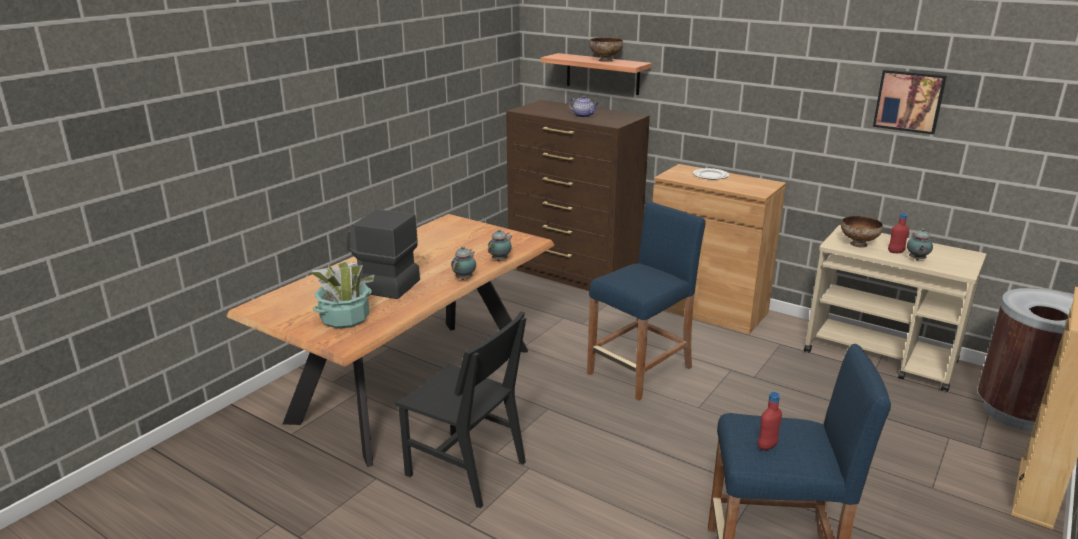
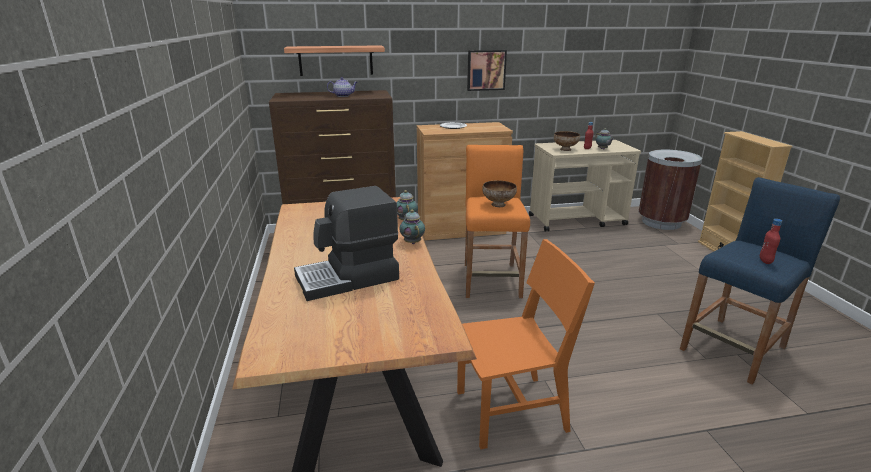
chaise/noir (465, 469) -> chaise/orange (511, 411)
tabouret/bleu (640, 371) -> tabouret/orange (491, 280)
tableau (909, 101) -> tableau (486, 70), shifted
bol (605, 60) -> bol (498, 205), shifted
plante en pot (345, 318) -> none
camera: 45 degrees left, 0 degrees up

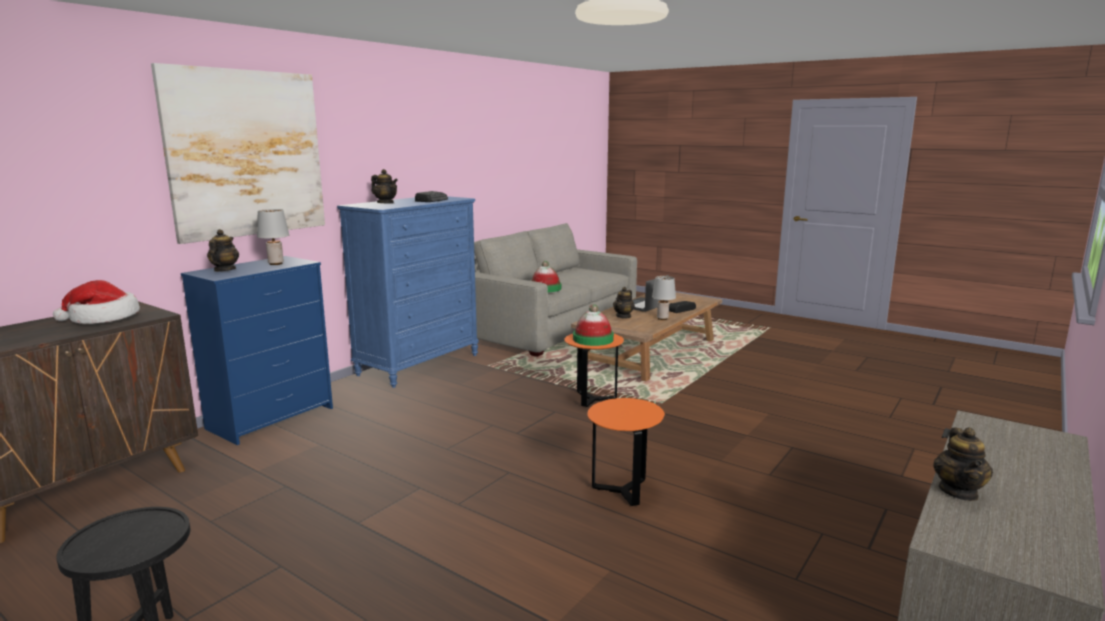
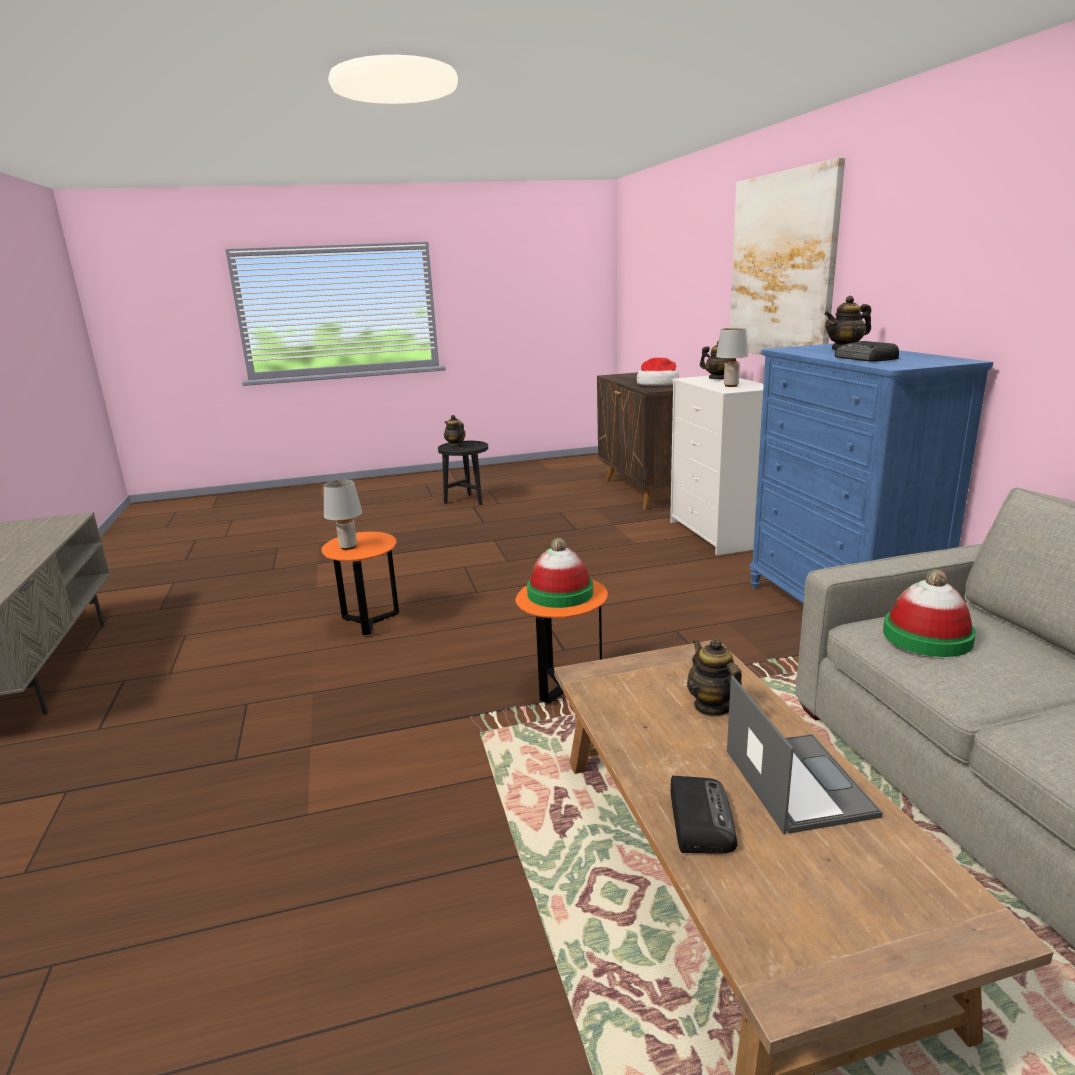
lampe de table/gris (662, 318) -> lampe de table/gris (348, 547), shifted
théière (958, 492) -> théière (455, 446), shifted
commode/bleu (272, 418) -> commode/blanc (718, 534)
camera: 130 degrees right, 5 degrees up

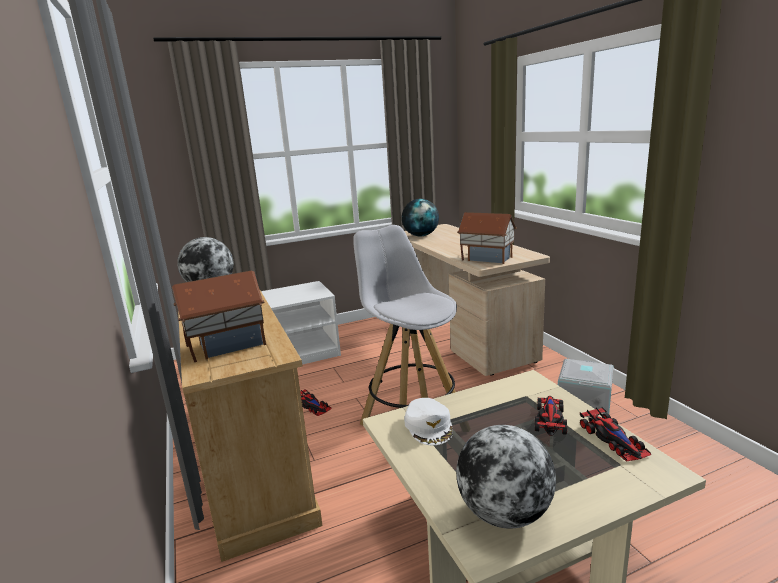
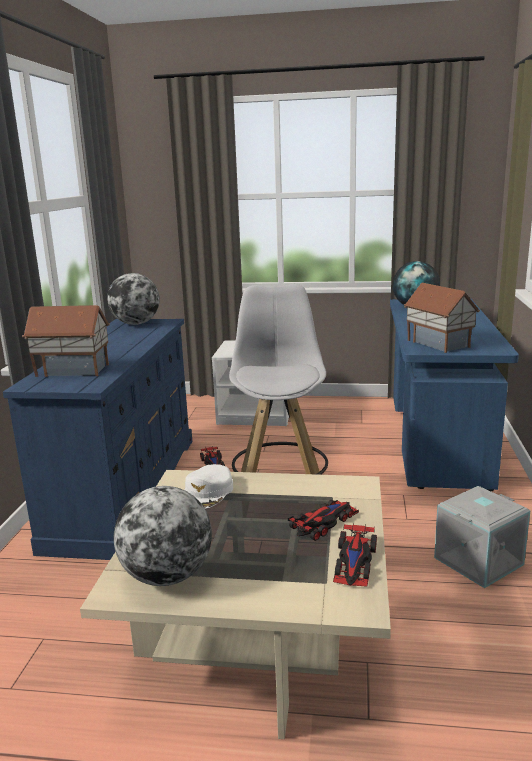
commode/beige (250, 455) -> commode/bleu (126, 488)
bureau/beige (461, 335) -> bureau/bleu (436, 438)
camera: 30 degrees right, 0 degrees up

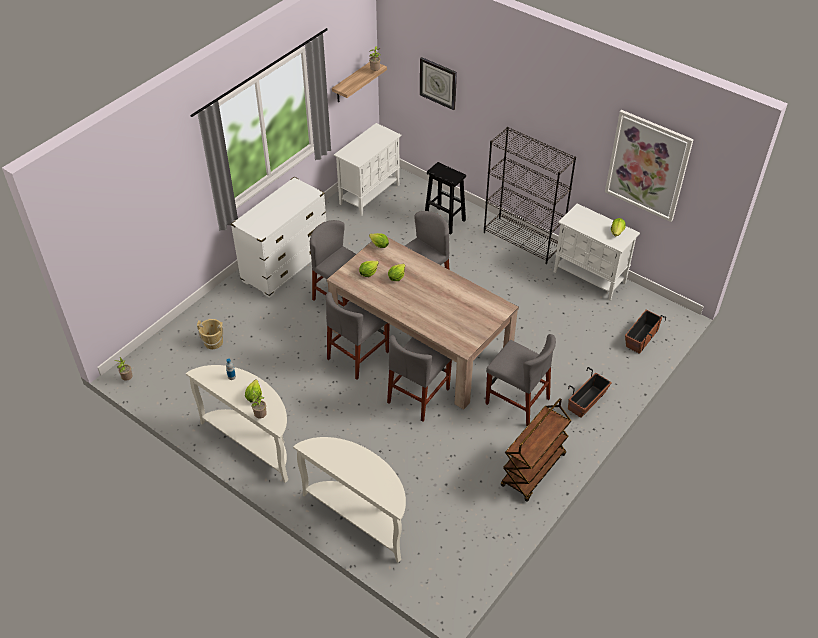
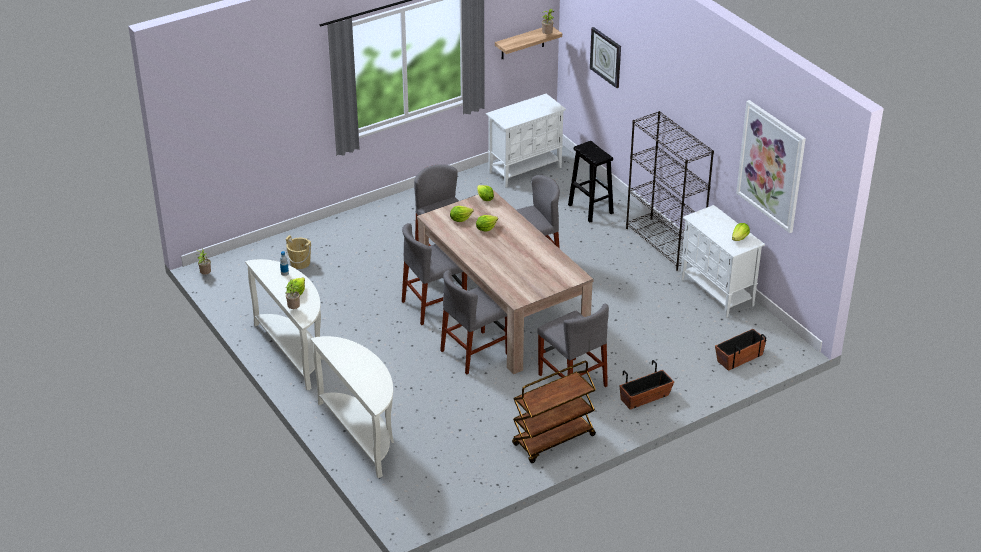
commode/blanc (285, 265) -> none
camera: 20 degrees right, 10 degrees down

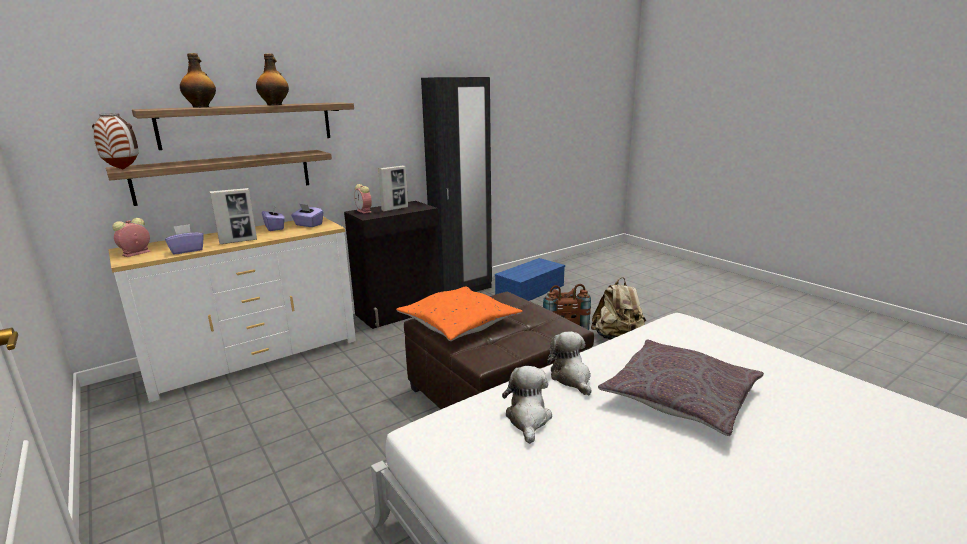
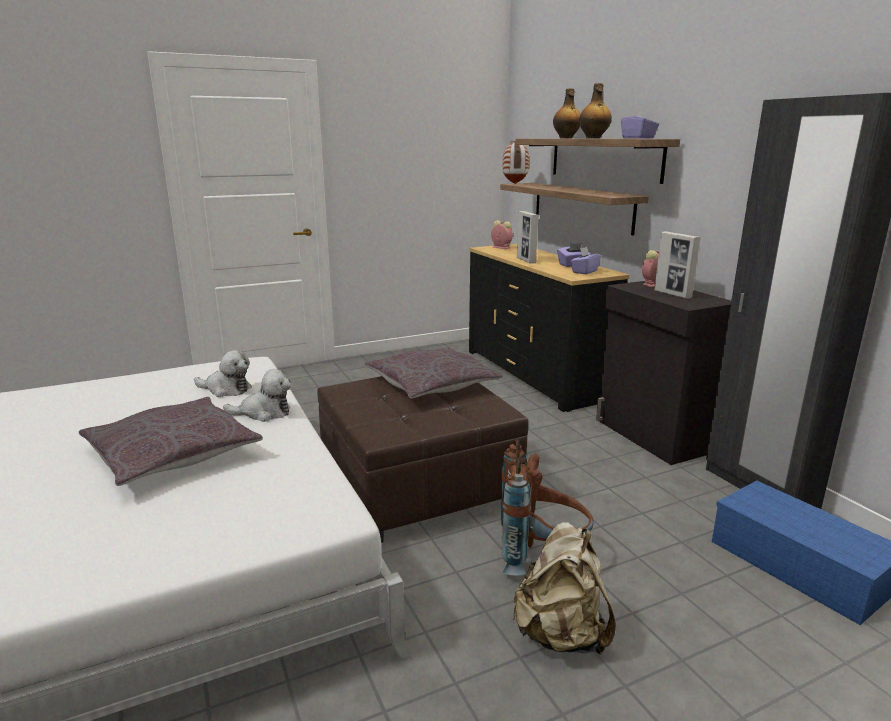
coussin/orange (459, 323) -> coussin/gris (431, 385)
commode/blanc (255, 357) -> commode/noir (535, 374)
boîte à mouchoirs/violet (187, 250) -> boîte à mouchoirs/violet (638, 138), shifted
camera: 100 degrees right, 0 degrees up

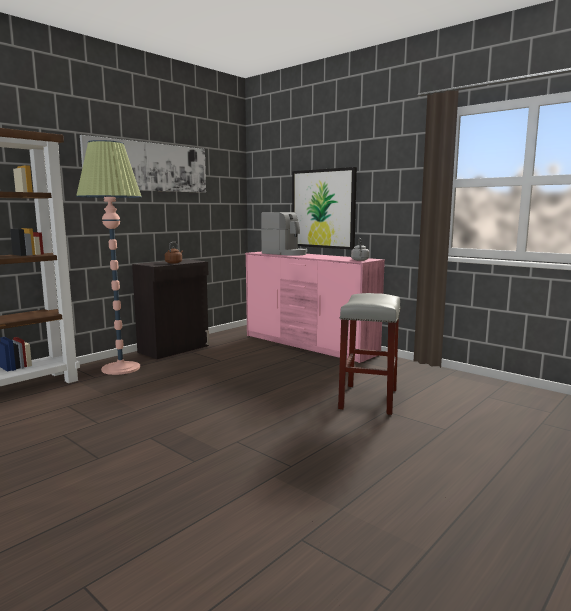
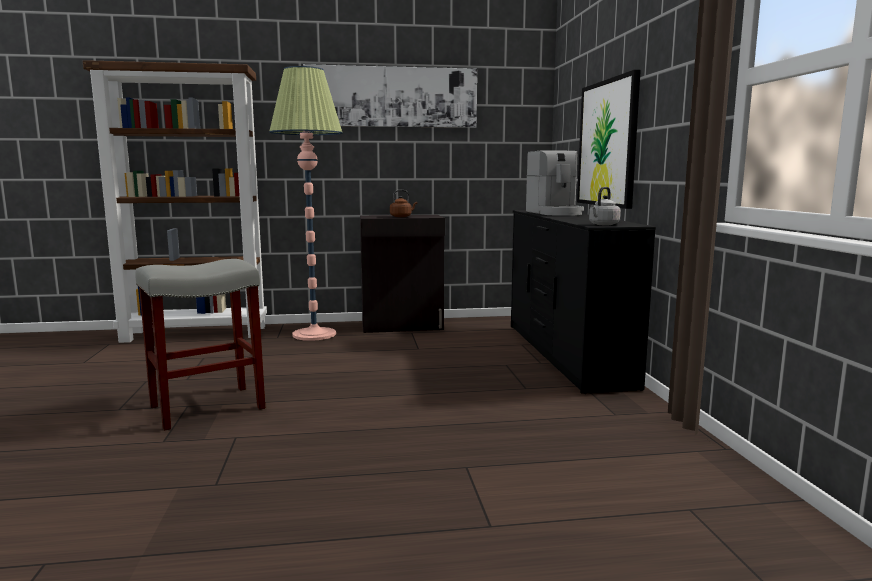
tabouret/gris (368, 398) -> tabouret/gris (208, 406), shifted
commode/rose (309, 345) -> commode/noir (565, 354)
camera: 40 degrees right, 0 degrees up

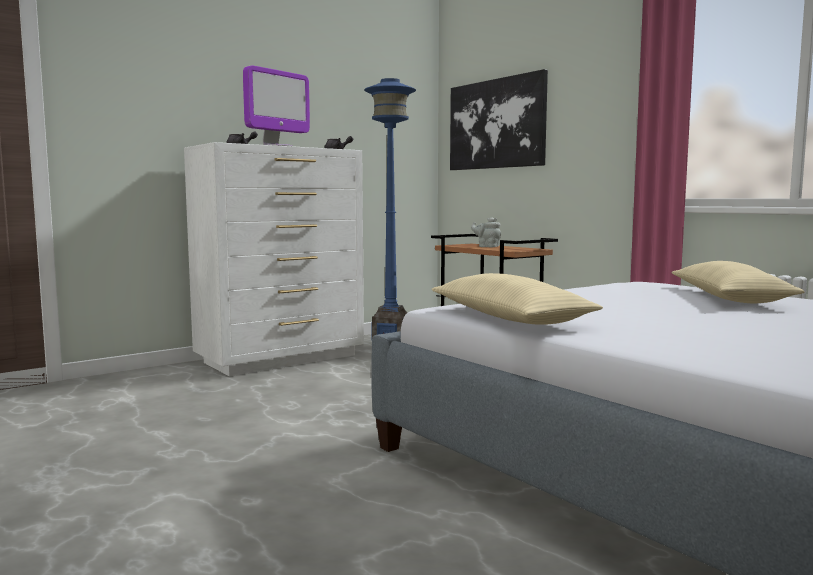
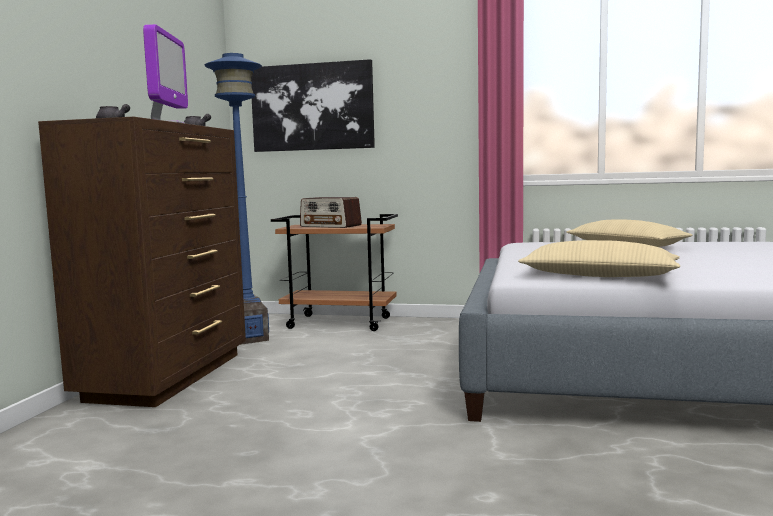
commode/blanc (282, 359) -> commode/marron (169, 376)
théière/gris (487, 246) -> radio (331, 226)
camera: 40 degrees left, 0 degrees up

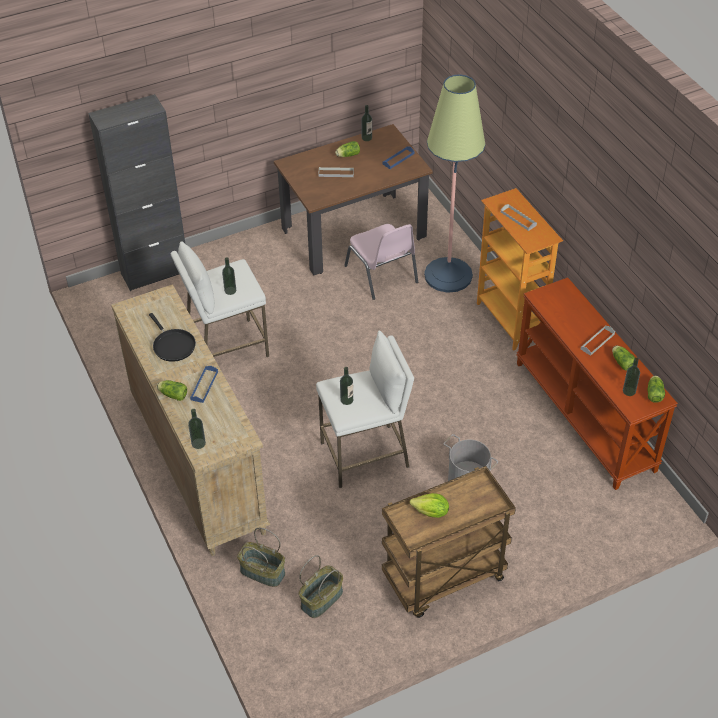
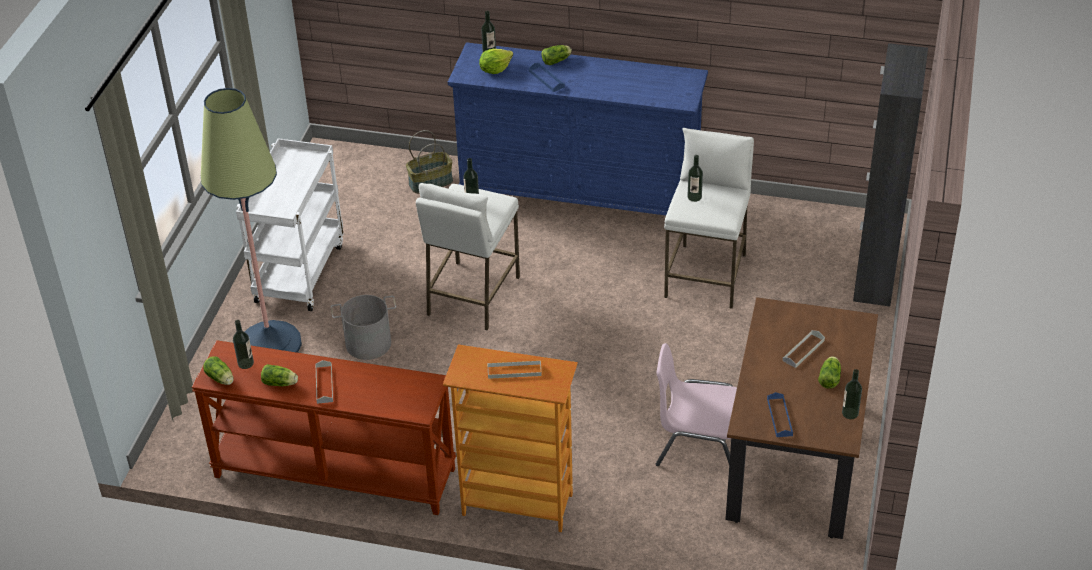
lampadaire (448, 275) -> lampadaire (270, 344), shifted
chariot/marron (443, 579) -> chariot/blanc (299, 271)
commode/beige (198, 464) -> commode/bleu (580, 197)
laitue (431, 513) -> laitue (495, 70), shifted
poêle/noir (172, 345) -> none
panier (321, 598) -> none
camera: 130 degrees right, 5 degrees down

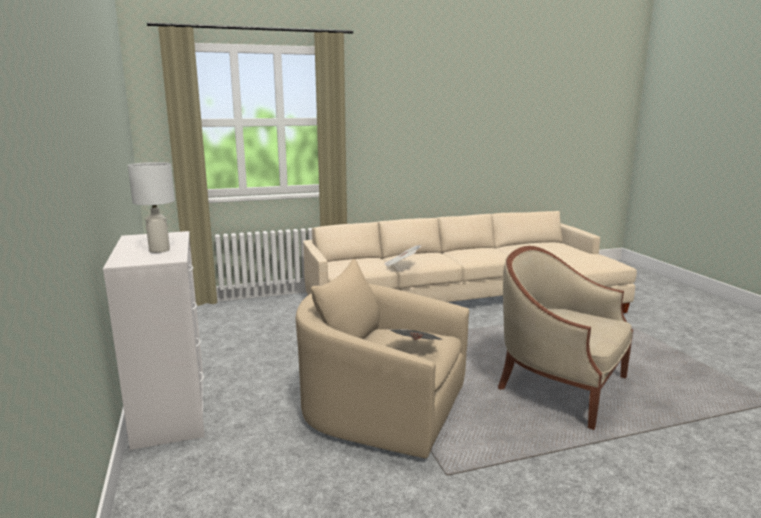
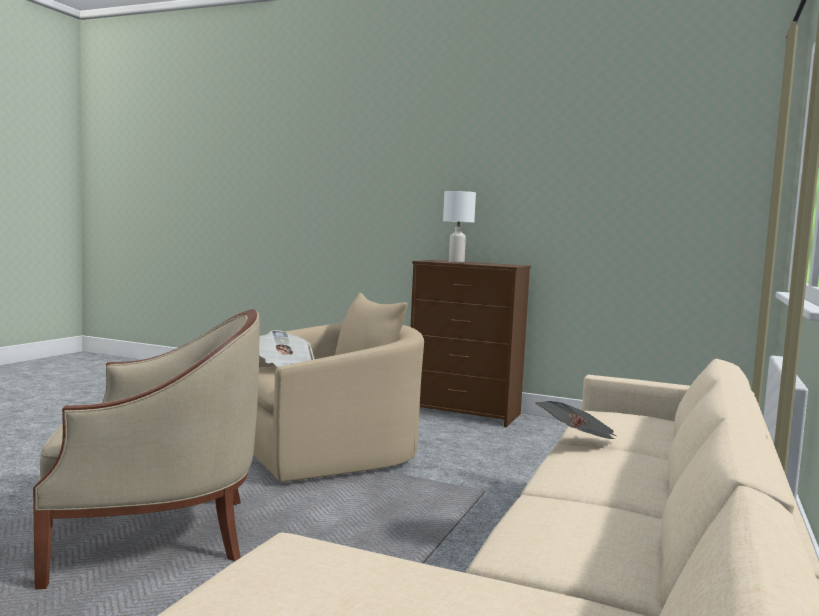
commode/blanc (170, 410) -> commode/marron (465, 413)
camera: 130 degrees right, 10 degrees down

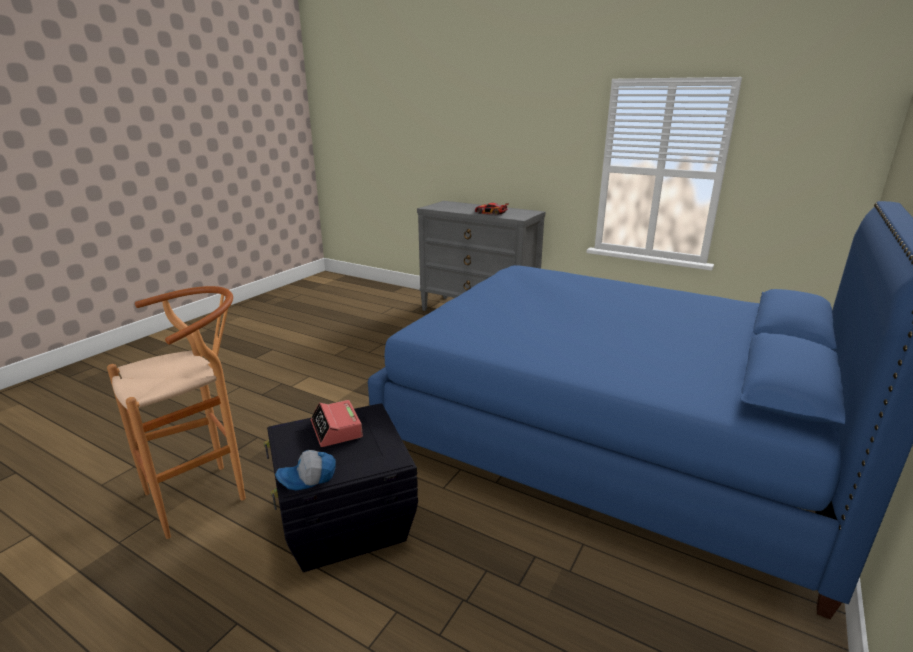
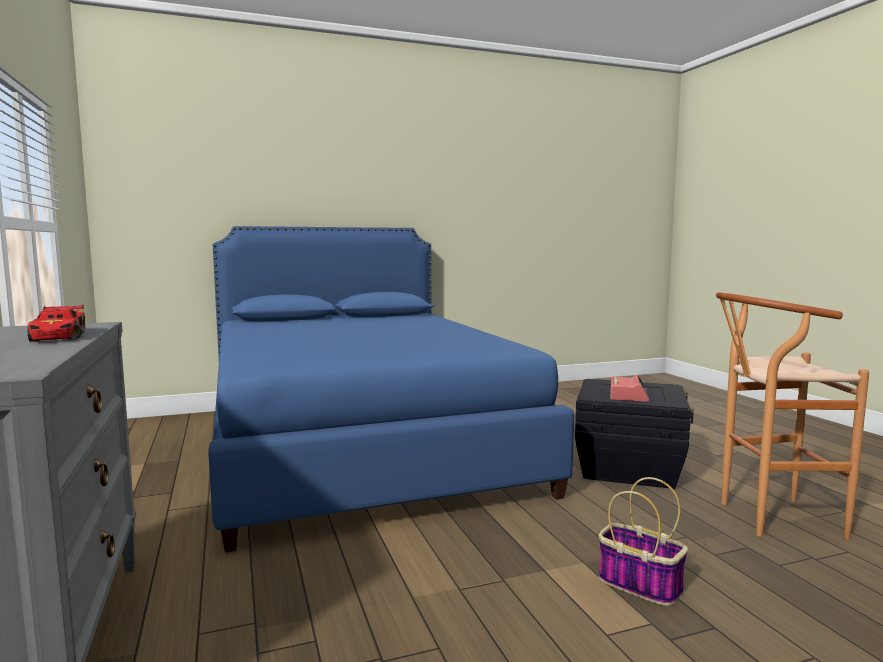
none -> panier (638, 584)
casquette (308, 478) -> none
camera: 140 degrees left, 15 degrees down

